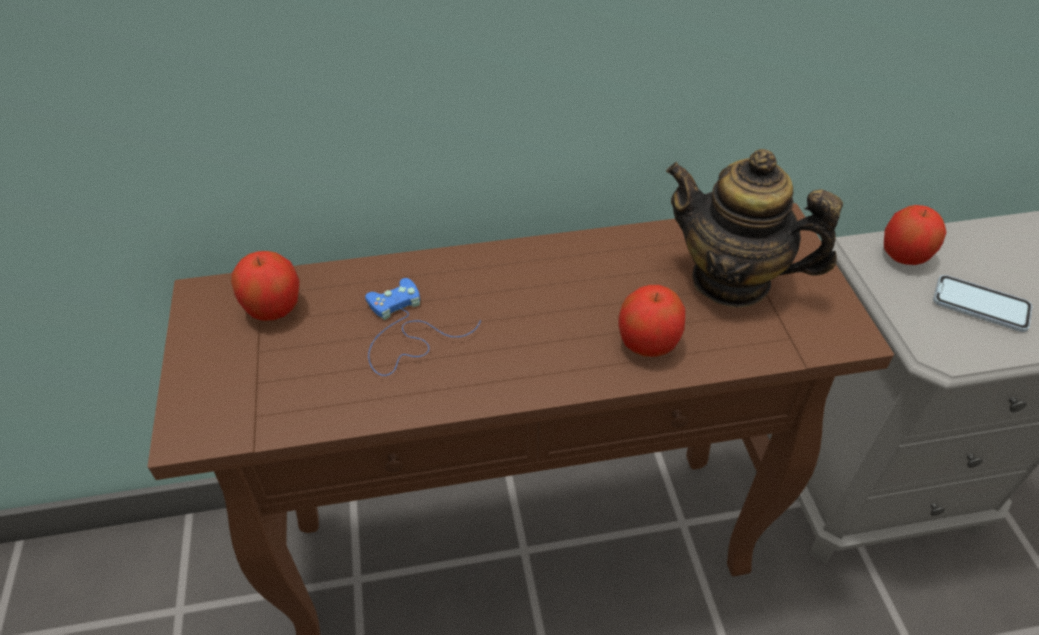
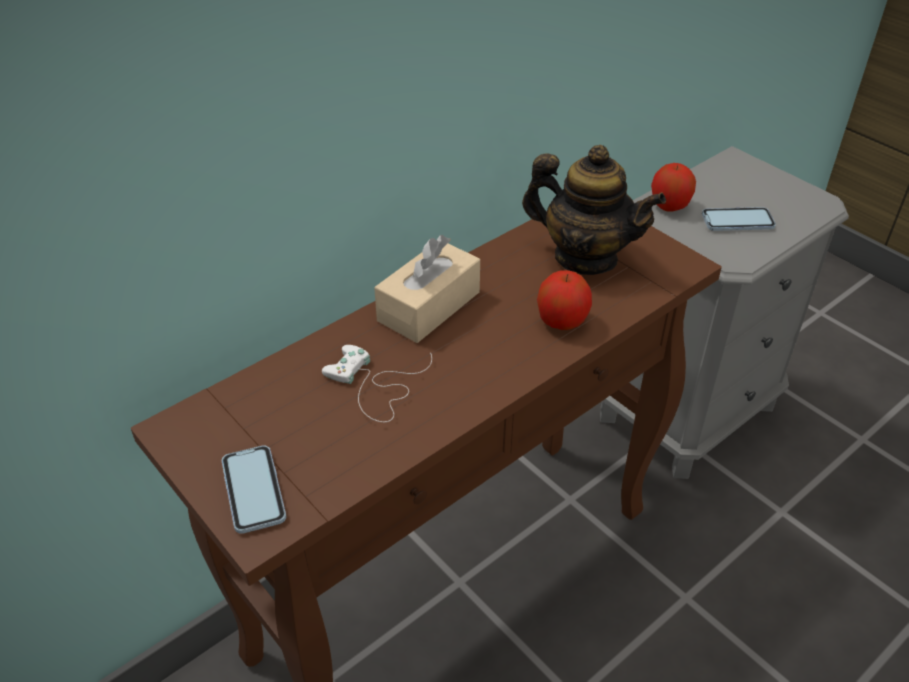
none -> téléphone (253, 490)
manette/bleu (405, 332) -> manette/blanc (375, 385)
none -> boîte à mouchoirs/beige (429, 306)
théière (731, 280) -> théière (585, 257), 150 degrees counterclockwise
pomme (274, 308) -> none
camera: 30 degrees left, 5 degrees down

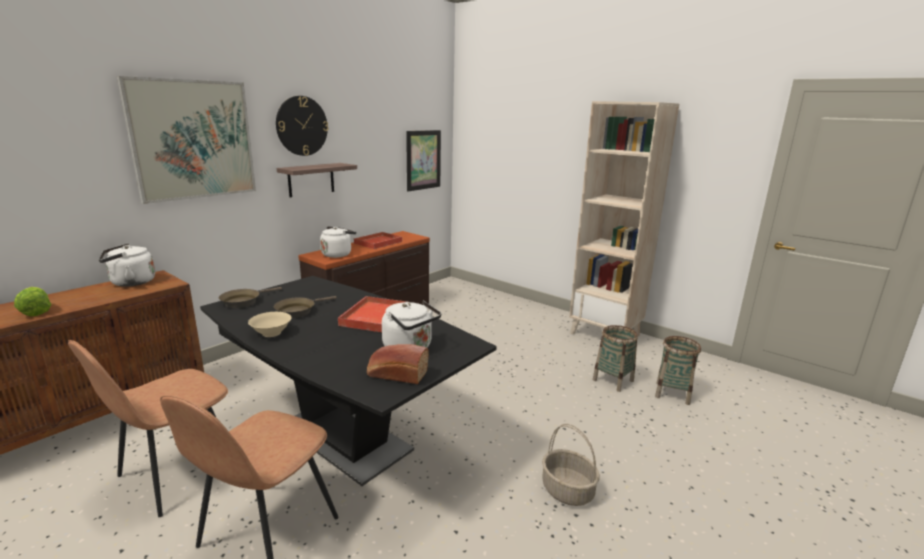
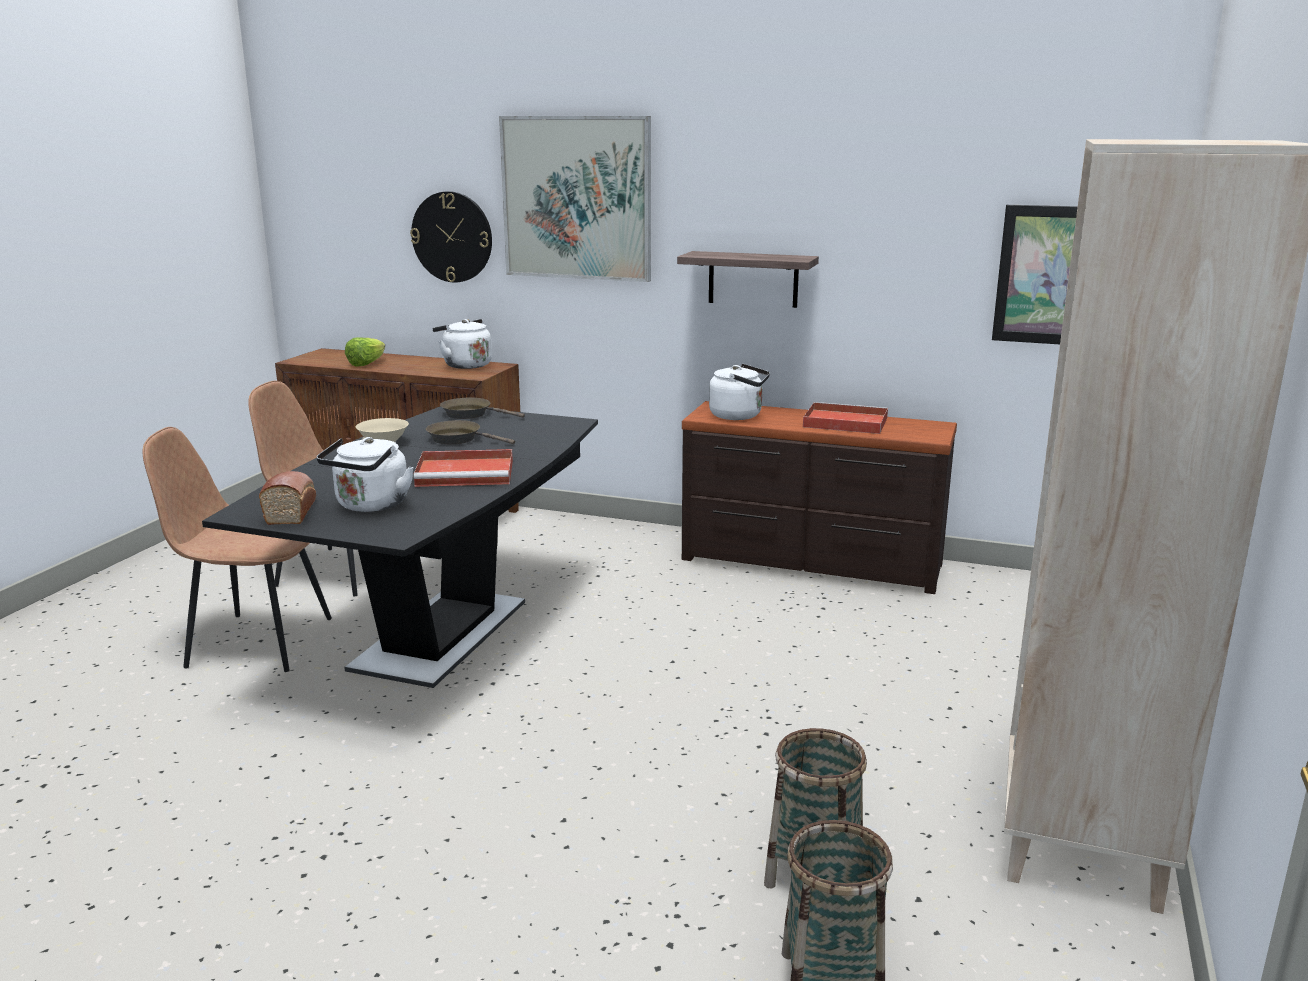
horloge murale (302, 126) -> horloge murale (452, 237), shifted
panier (568, 491) -> none
camera: 70 degrees right, 0 degrees up

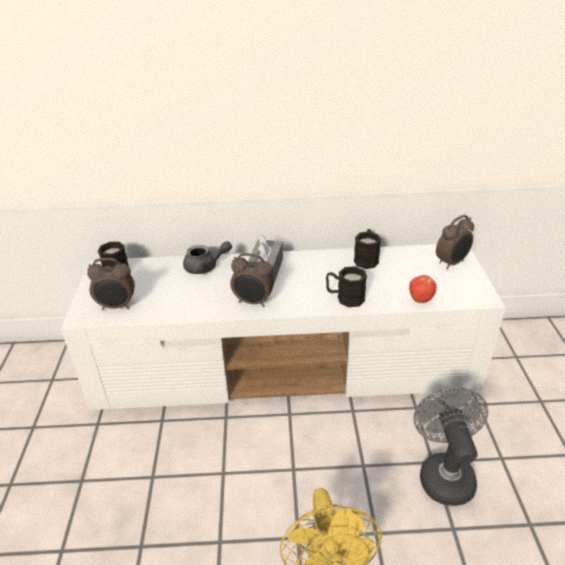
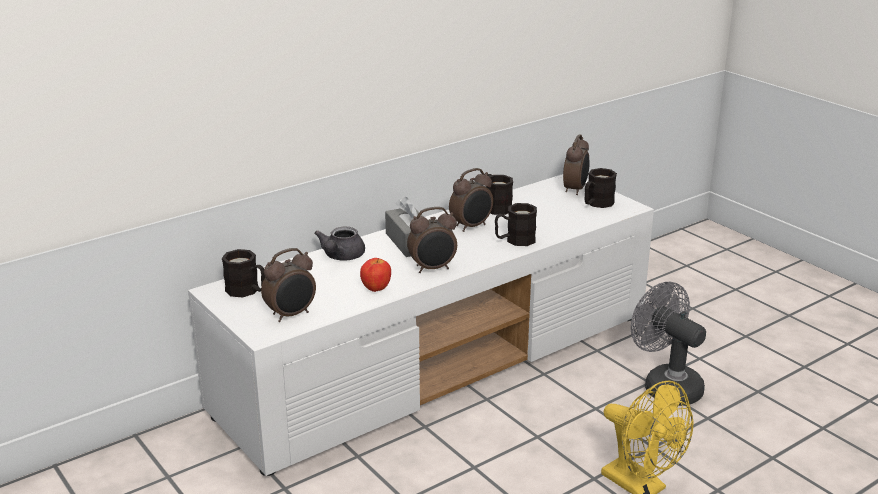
théière/gris (206, 267) -> théière/gris (341, 257), 150 degrees clockwise
pomme (420, 300) -> pomme (376, 289), shifted
none -> réveil (471, 226)
none -> mug/noir (596, 204)
camera: 35 degrees left, 10 degrees down

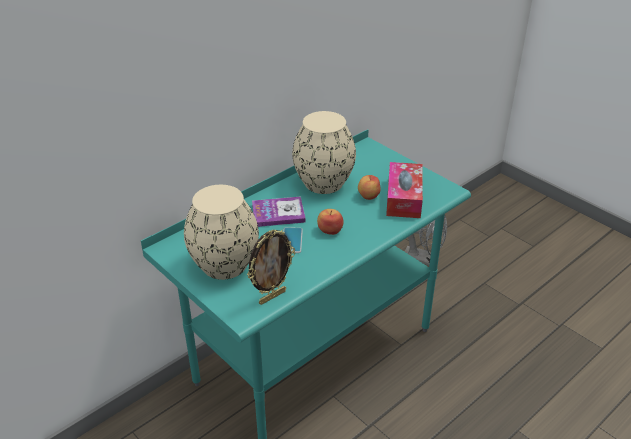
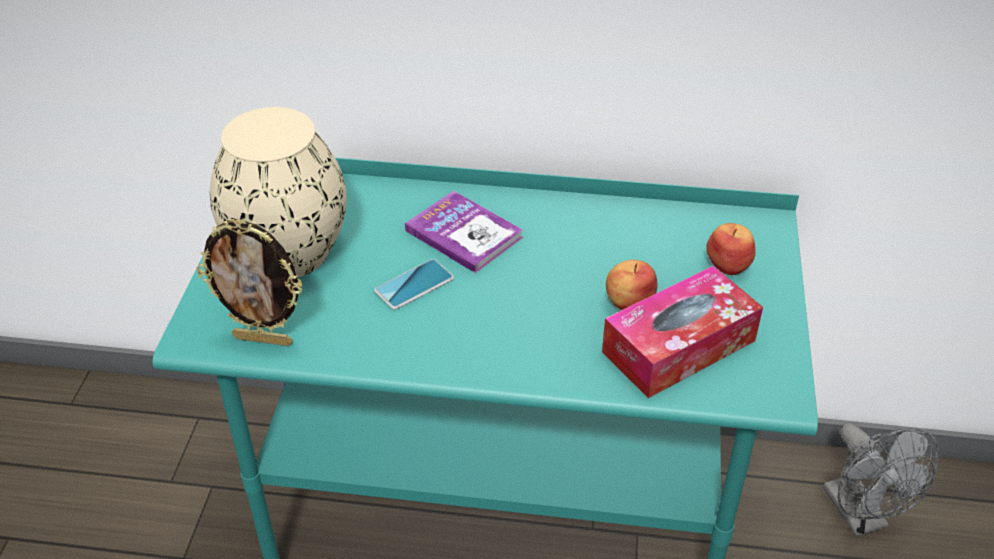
pomme (330, 230) -> pomme (729, 264), shifted
vase/beige (322, 183) -> none
camera: 50 degrees right, 5 degrees up

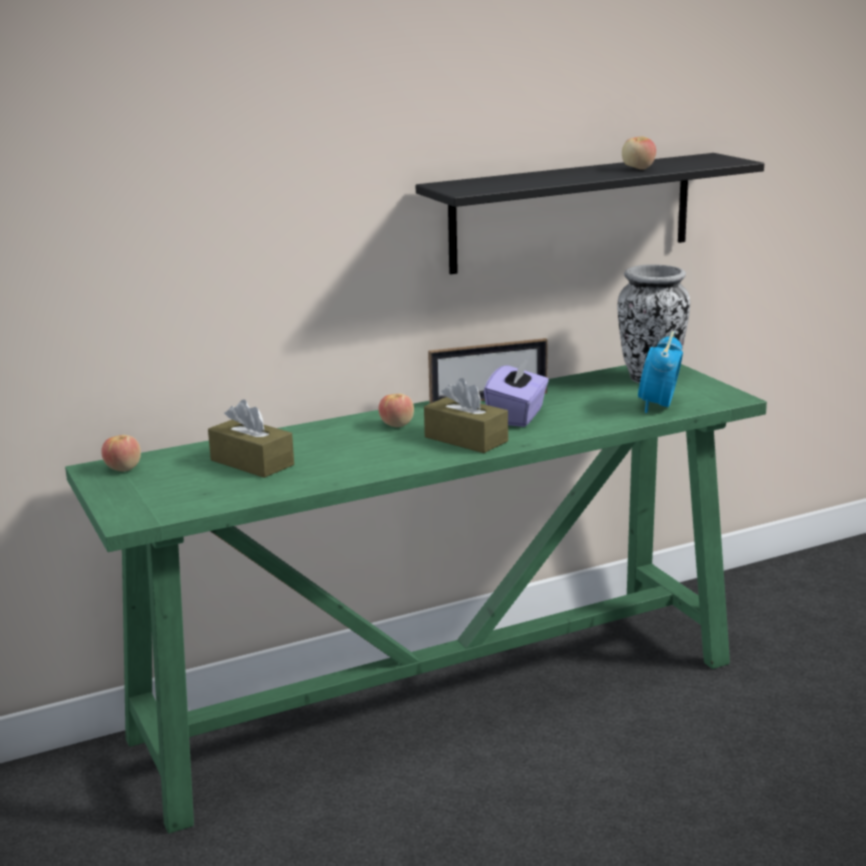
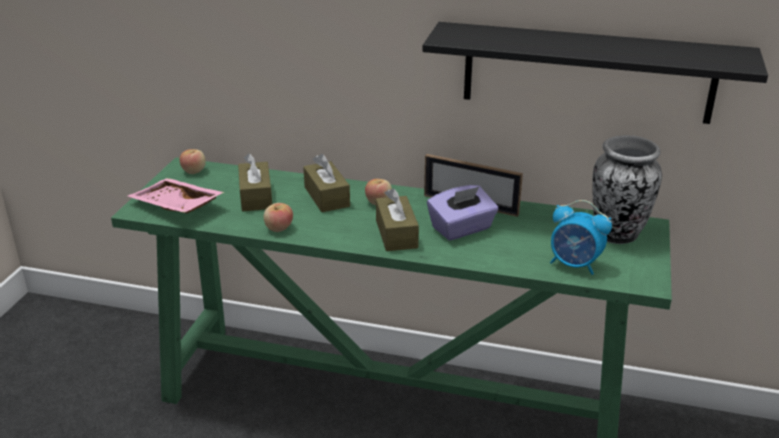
none -> plateau/rose (175, 207)
pomme (638, 169) -> pomme (278, 228), shifted
none -> boîte à mouchoirs/marron (326, 197)
réveil (659, 406) -> réveil (575, 265), 120 degrees counterclockwise
camera: 40 degrees right, 10 degrees up

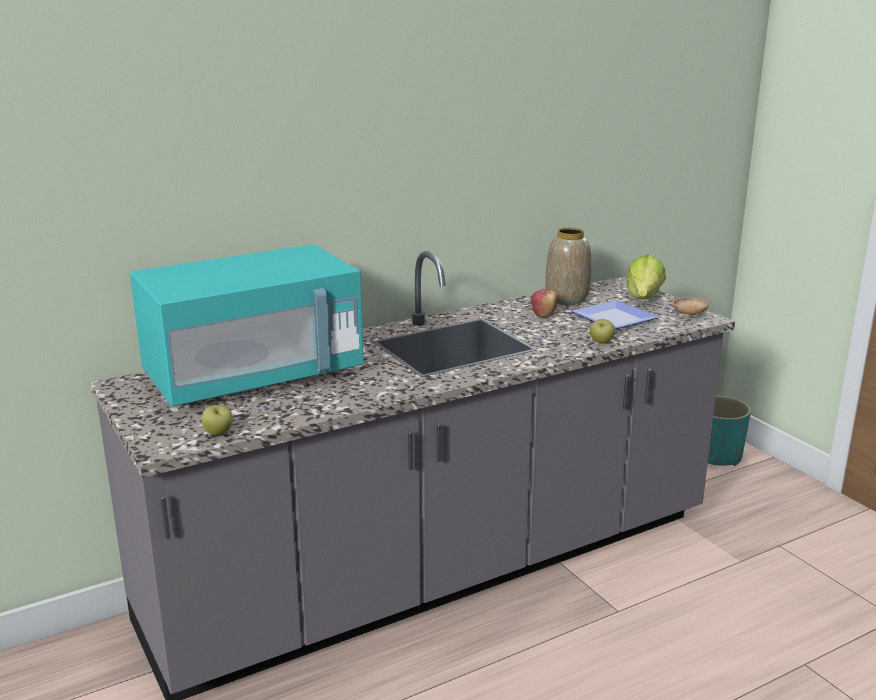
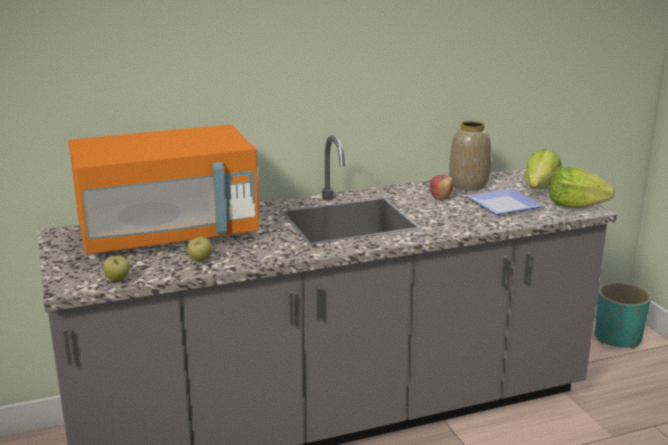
micro-ondes/turquoise (254, 377) -> micro-ondes/orange (169, 235)
pomme (601, 342) -> pomme (200, 260), shifted
bol/marron (689, 314) -> laitue (575, 205)
camera: 10 degrees right, 0 degrees up

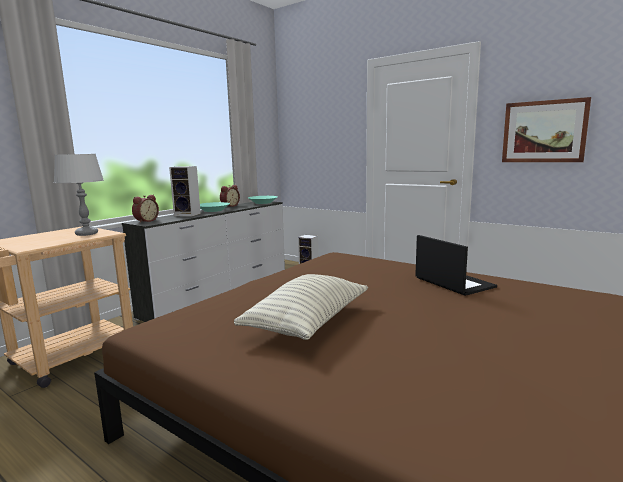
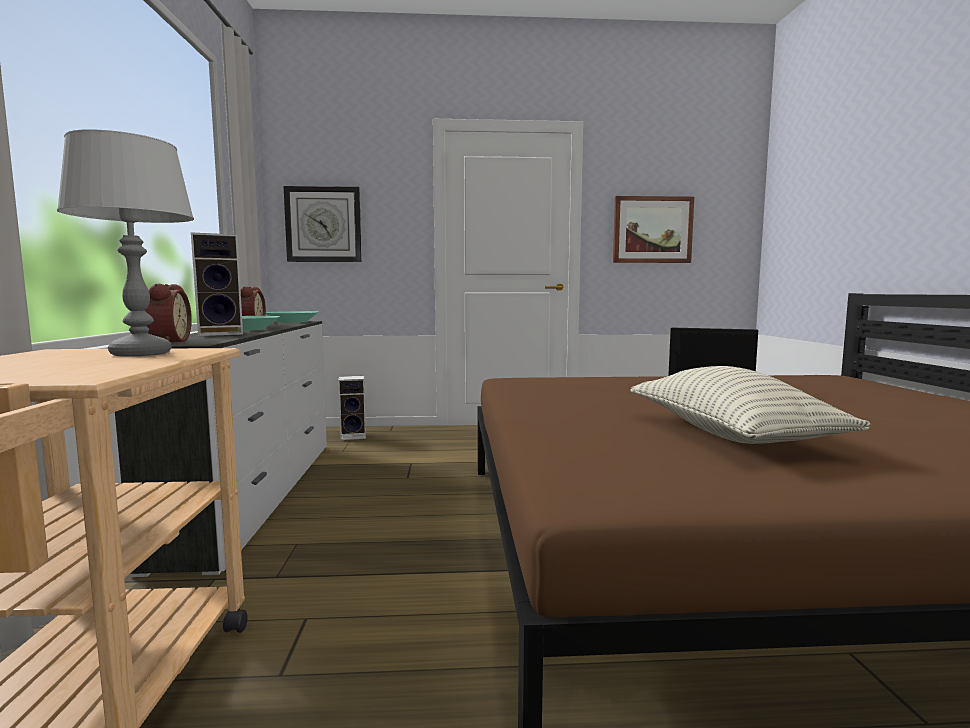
none -> horloge murale (323, 224)
camera: 40 degrees left, 5 degrees down

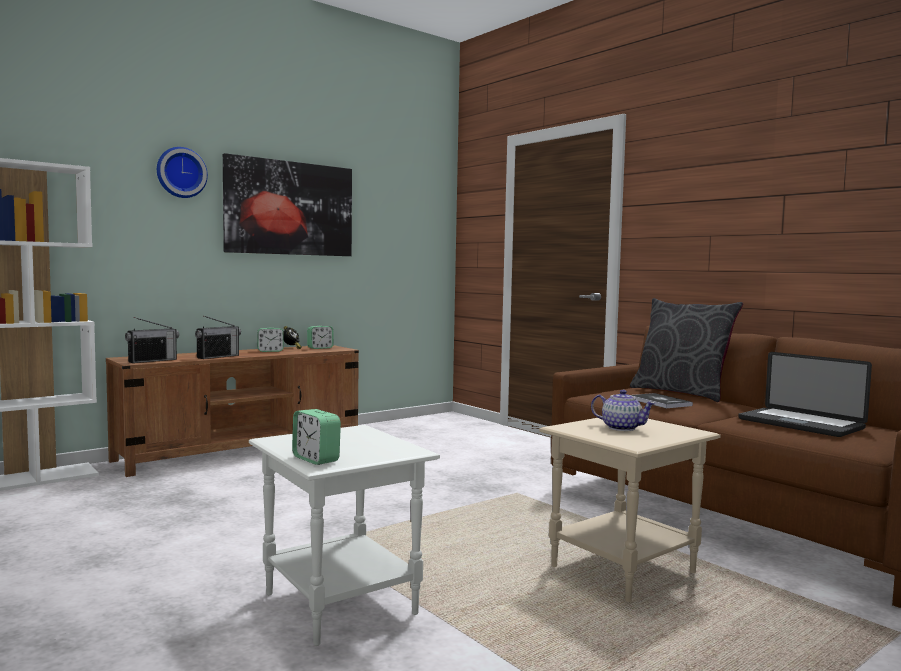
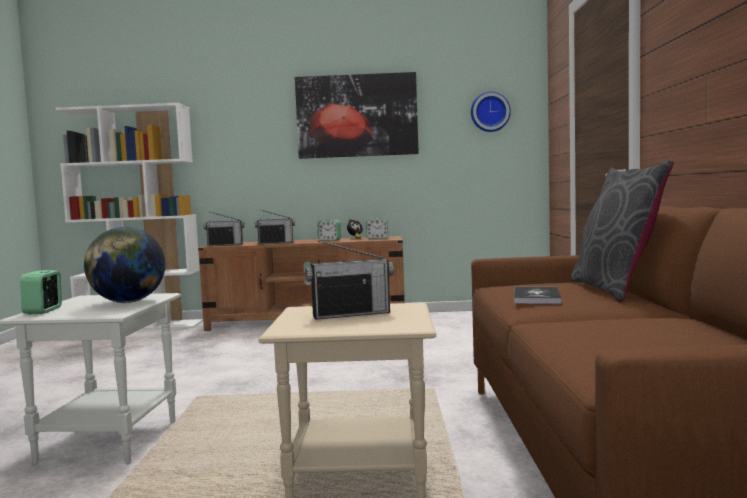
none -> globe (128, 302)
théière (621, 428) -> radio (351, 314)
horloge murale (180, 173) -> horloge murale (489, 112), shifted
ordinateur portable (800, 424) -> none
camera: 40 degrees right, 0 degrees up

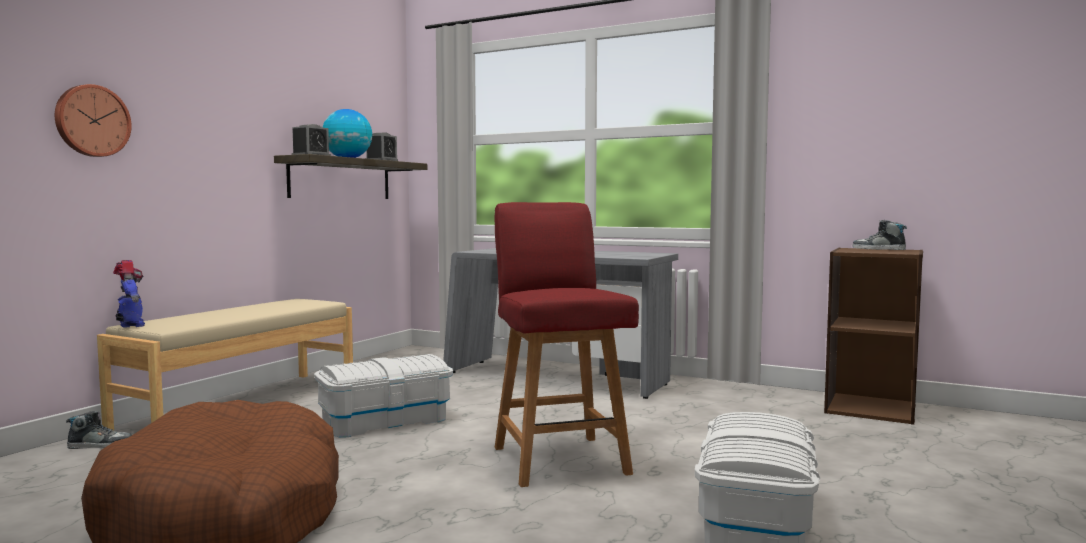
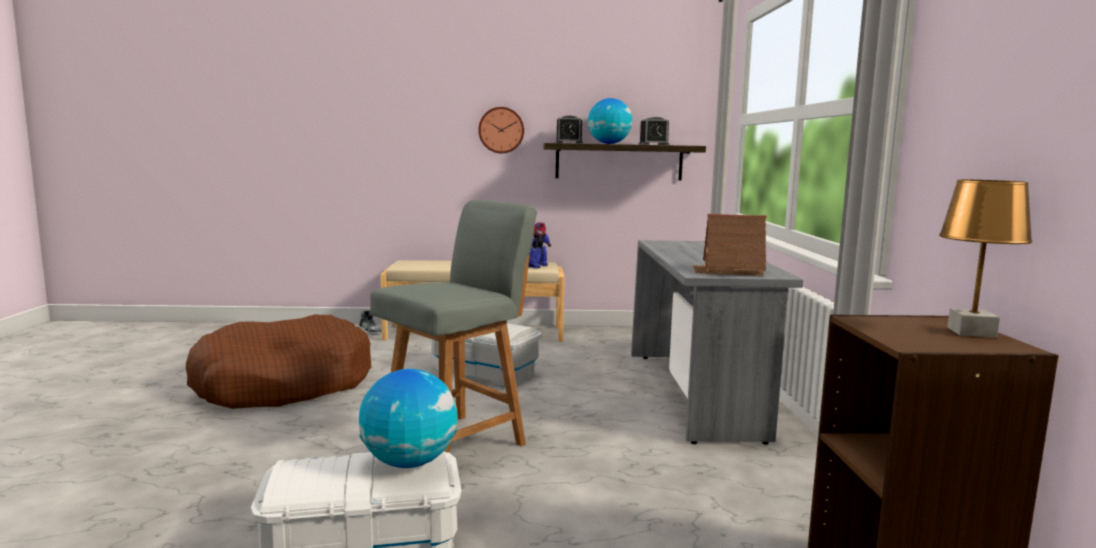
none -> globe (409, 462)
chaise/rouge (559, 459) -> chaise/gris (456, 442)
horloge murale (91, 121) -> horloge murale (501, 130), shifted
robot jouet (130, 325) -> robot jouet (536, 266), shifted
none -> maison miniature (728, 271)
chaussure (878, 249) -> lampe de table/marron (971, 332)
camera: 60 degrees right, 5 degrees up

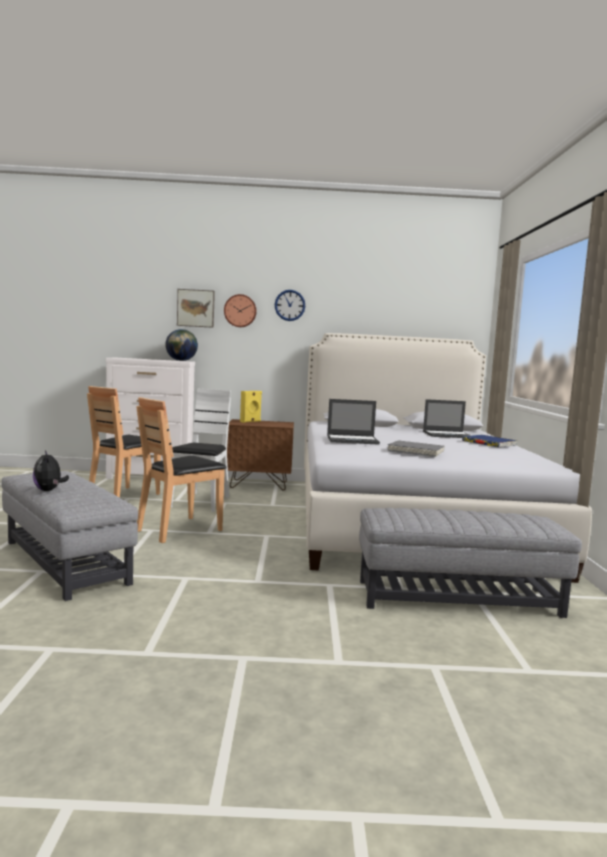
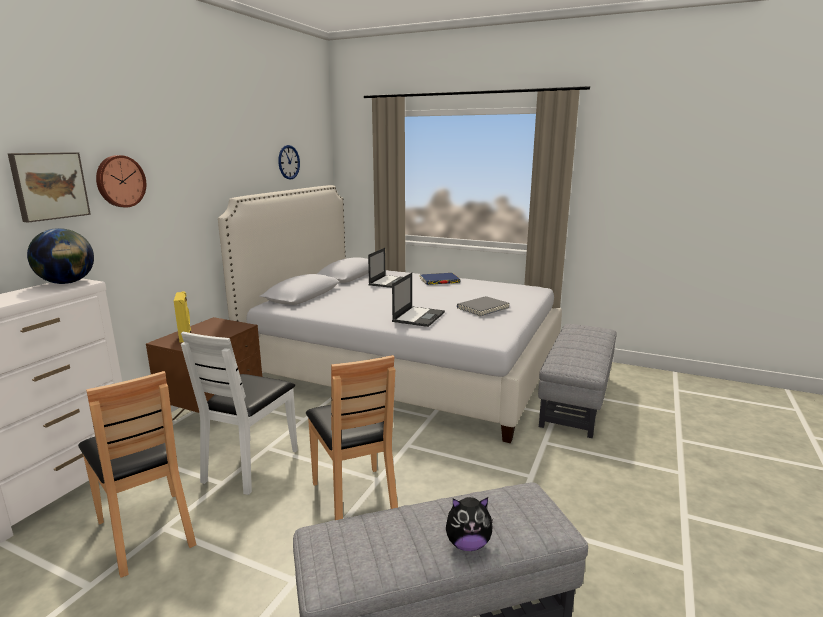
chaise/blanc (201, 502) -> chaise/blanc (250, 465), 105 degrees counterclockwise
horloge murale (290, 305) -> horloge murale (288, 162), shifted
camera: 65 degrees left, 10 degrees up

